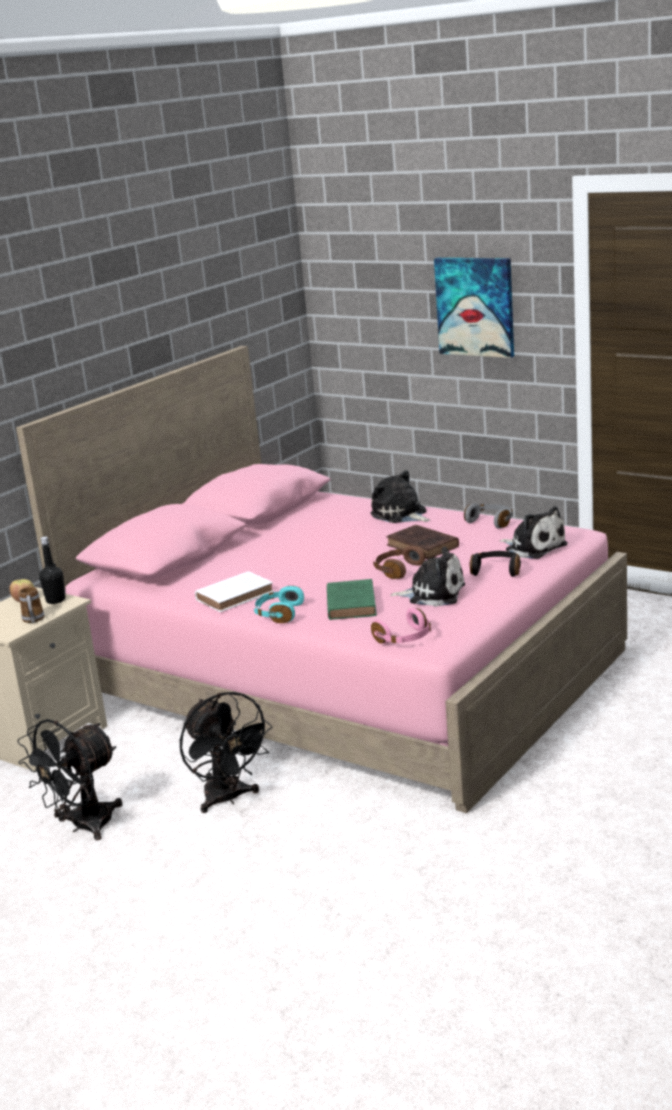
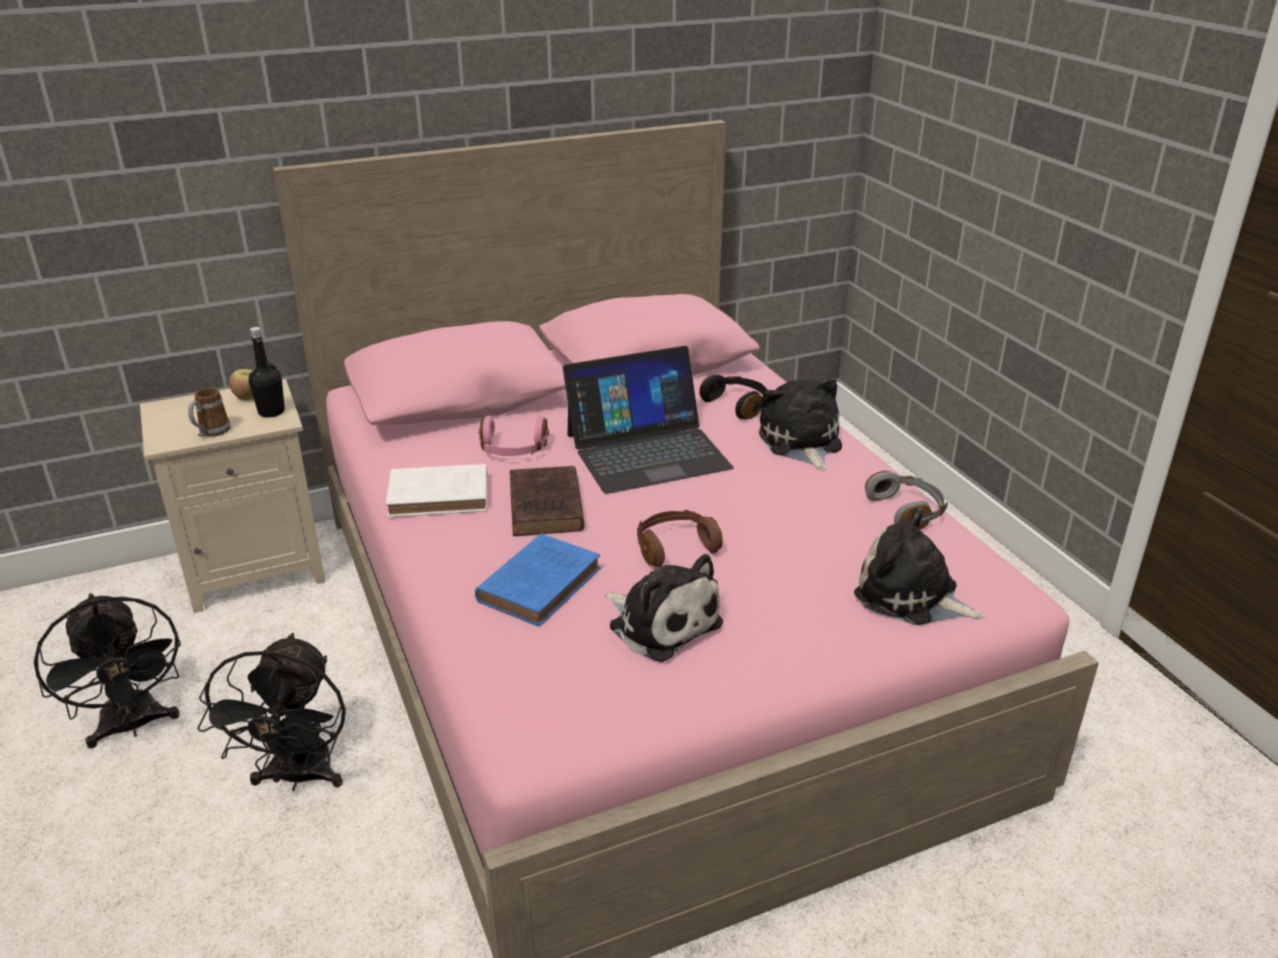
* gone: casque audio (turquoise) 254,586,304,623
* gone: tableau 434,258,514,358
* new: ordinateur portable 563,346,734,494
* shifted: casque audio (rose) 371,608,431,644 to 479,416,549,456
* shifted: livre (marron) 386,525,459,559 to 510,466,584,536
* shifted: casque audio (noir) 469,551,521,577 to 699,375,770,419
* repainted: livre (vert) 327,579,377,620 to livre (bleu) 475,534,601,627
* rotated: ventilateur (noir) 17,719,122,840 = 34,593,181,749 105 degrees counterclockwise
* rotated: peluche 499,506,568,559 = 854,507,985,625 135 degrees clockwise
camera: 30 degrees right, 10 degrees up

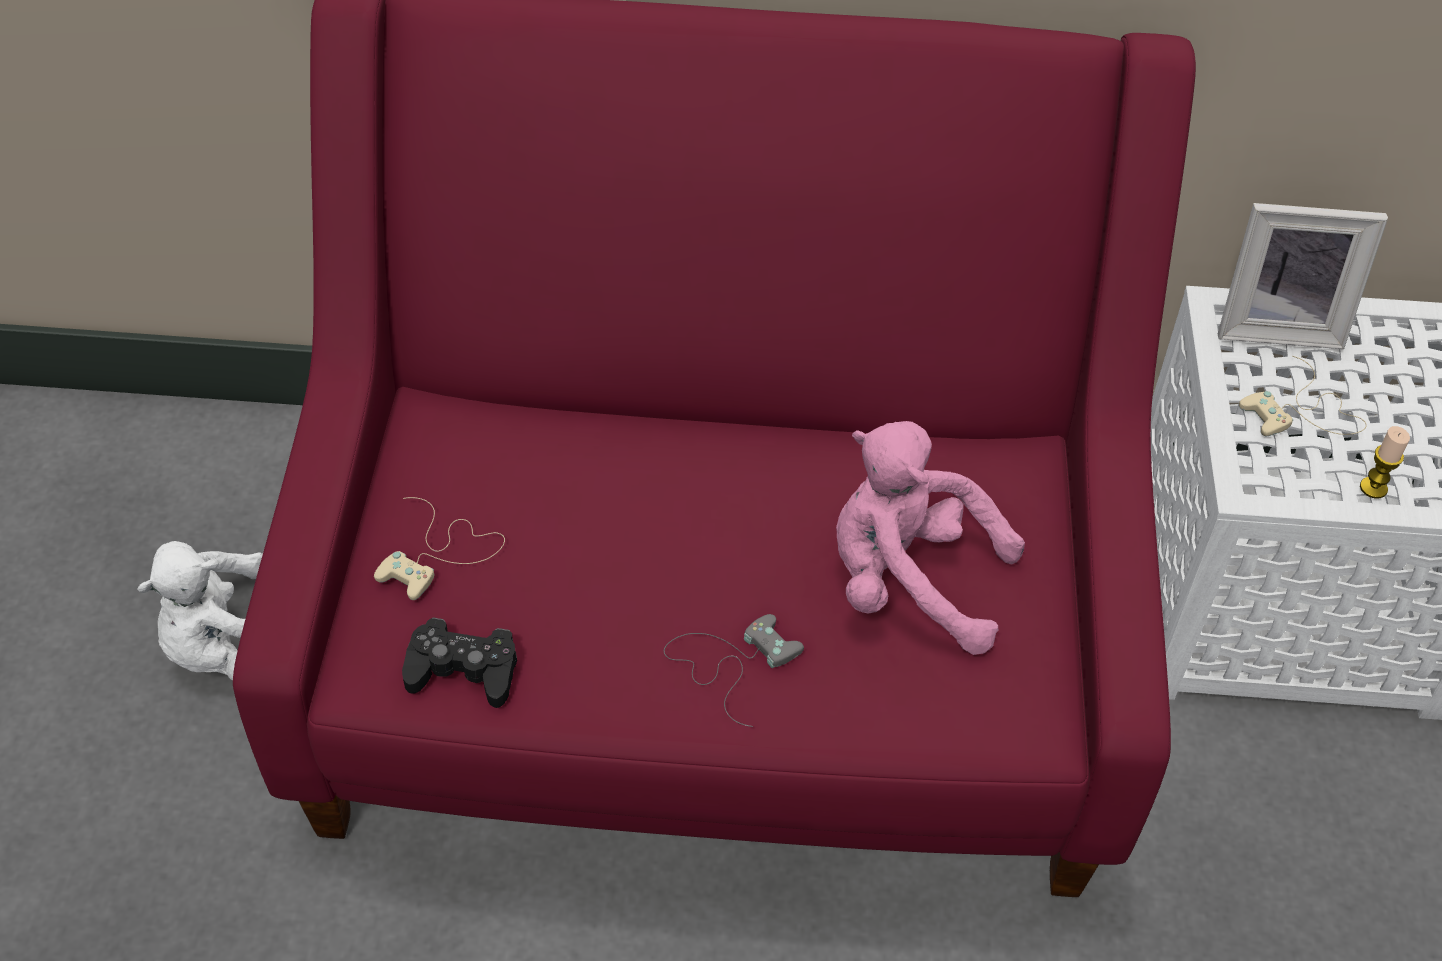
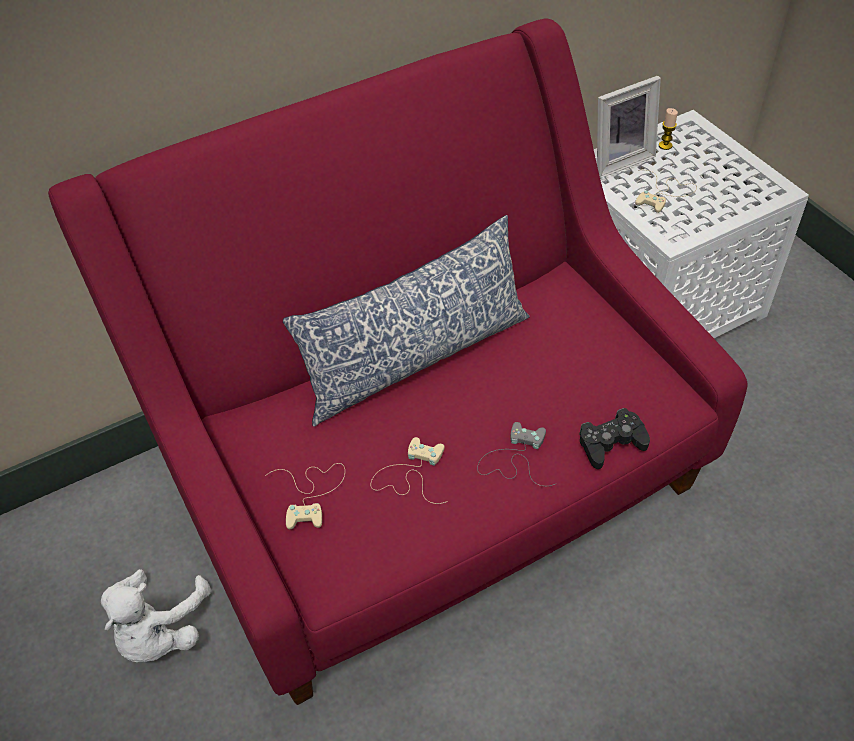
* gone: peluche (rose) 836,421,1025,655
* new: coussin 283,215,530,427
* new: manette (beige) 371,437,448,504
* shifted: manette (noir) 402,618,517,708 to 579,408,650,469
* shifted: bougie 1360,426,1410,499 to 659,108,678,150
camera: 30 degrees left, 0 degrees up

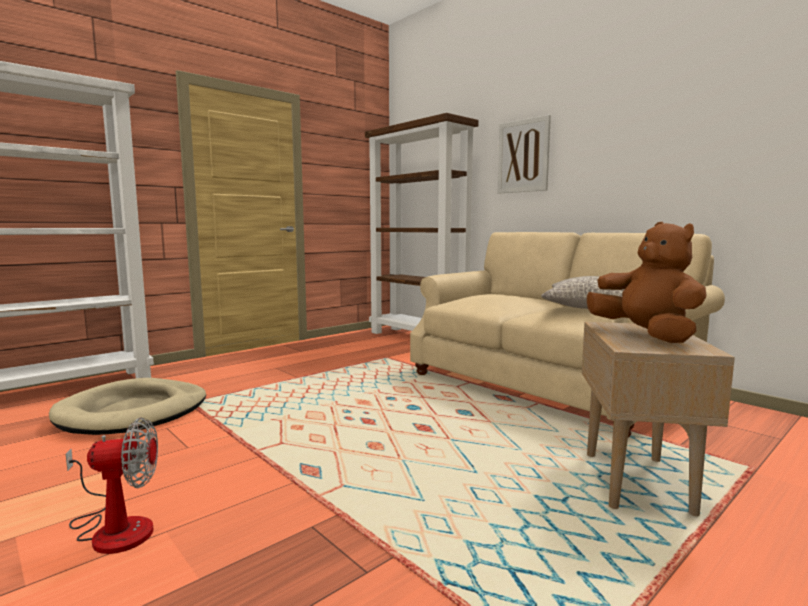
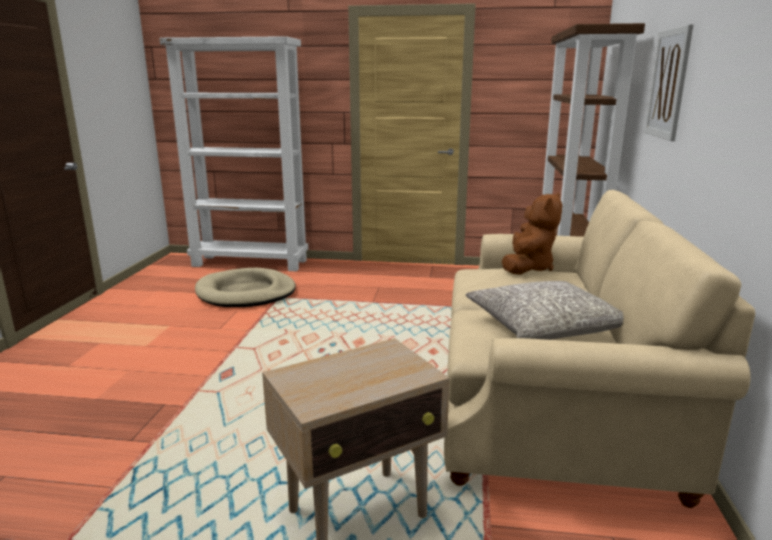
* gone: ventilateur 66,418,158,554
* shifted: peluche (marron) 587,222,707,343 to 502,192,562,275
camera: 50 degrees right, 10 degrees up

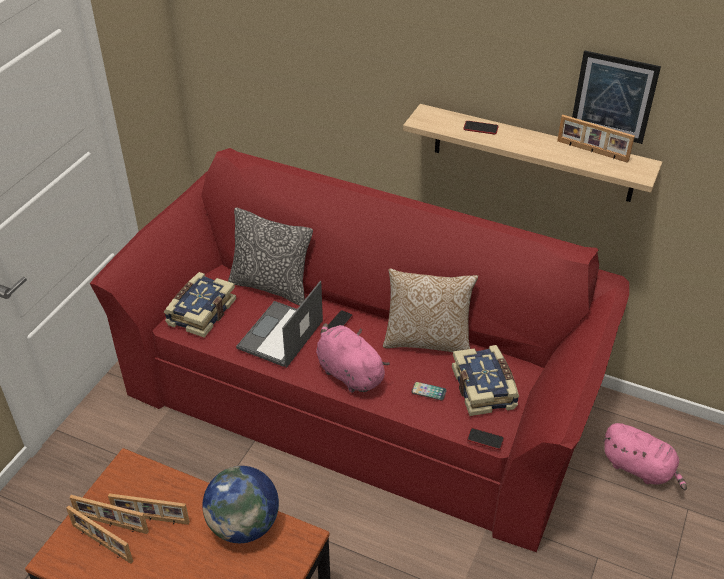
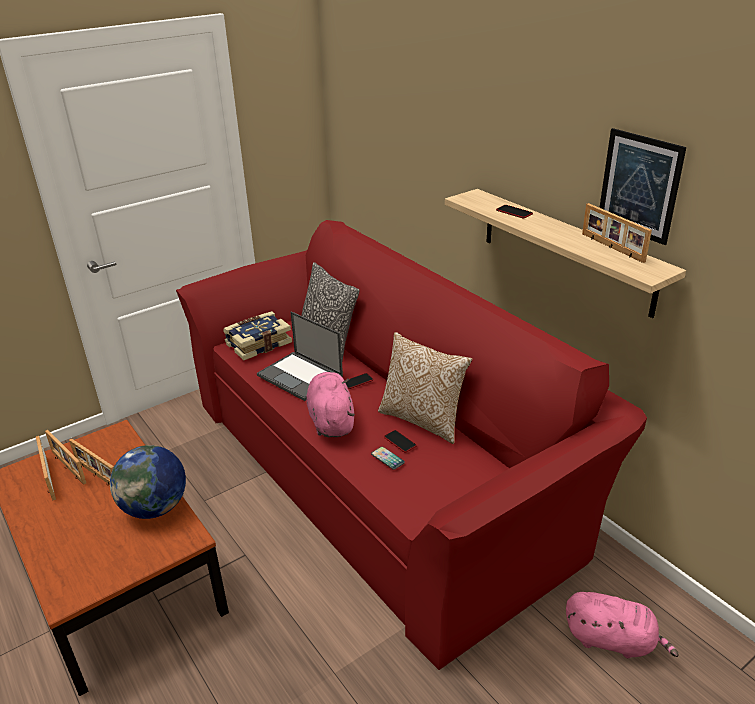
* gone: livre 452,345,519,416
* shifted: téléphone 467,428,504,450 to 384,430,417,453
* rotated: ordinateur portable 236,281,323,368 = 257,311,343,401 105 degrees counterclockwise
* rotated: peluche (rose) 603,423,687,490 = 566,592,679,659 45 degrees counterclockwise
camera: 30 degrees right, 10 degrees down

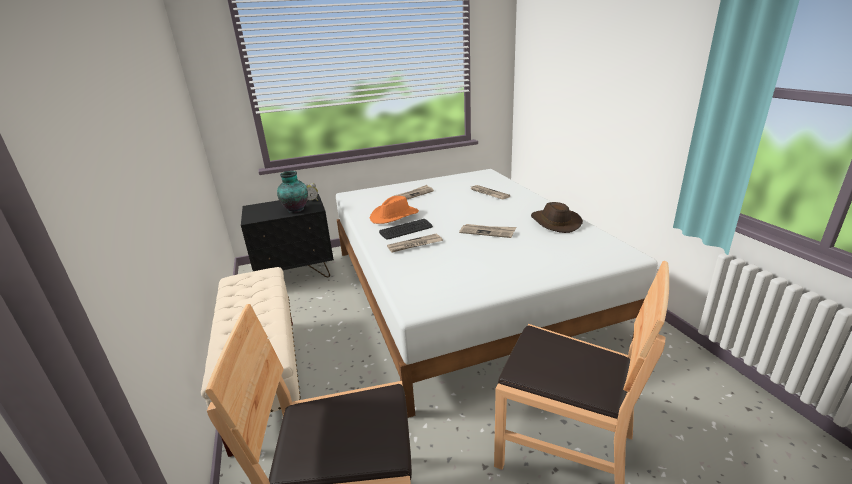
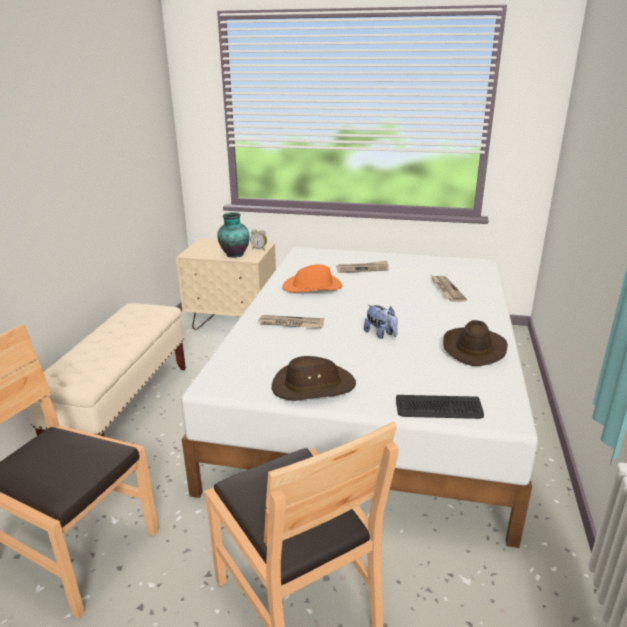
* new: chapeau (marron) 272,356,356,401
* shifted: clavier 379,219,433,239 to 396,395,484,419
* swapped: journal 459,224,516,238 to peluche 364,305,398,339
* repainted: table de chevet (noir) 241,194,334,277 to table de chevet (beige) 176,239,276,330
camera: 30 degrees right, 0 degrees up

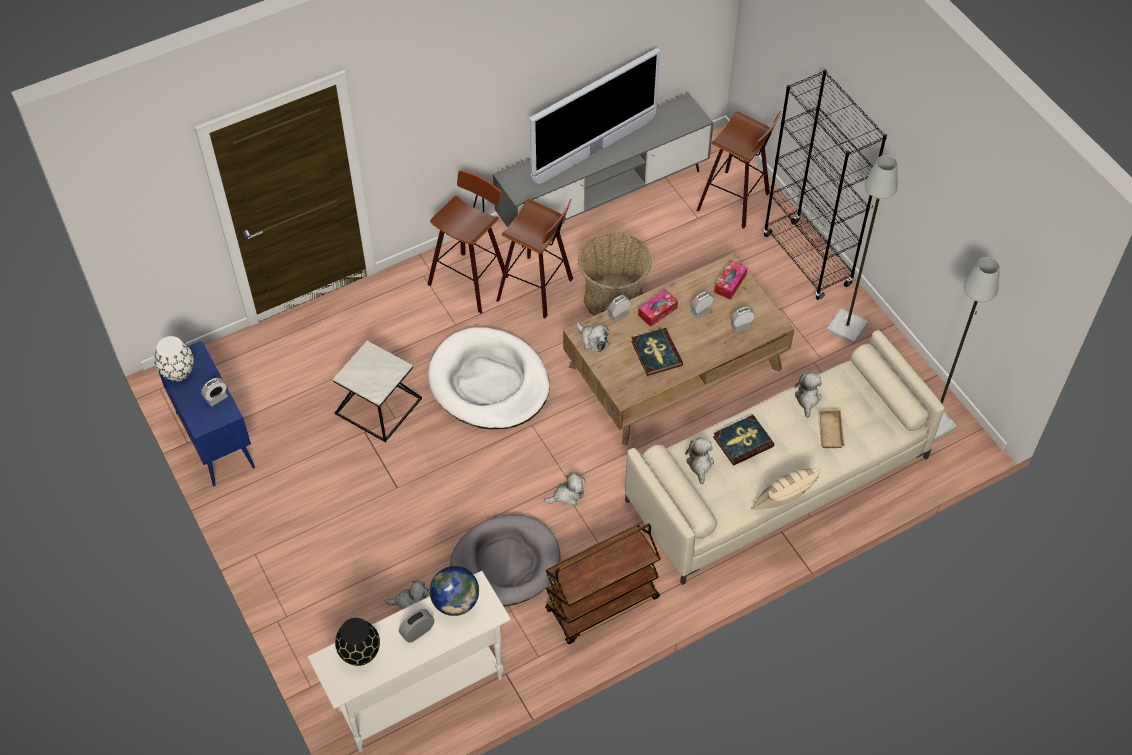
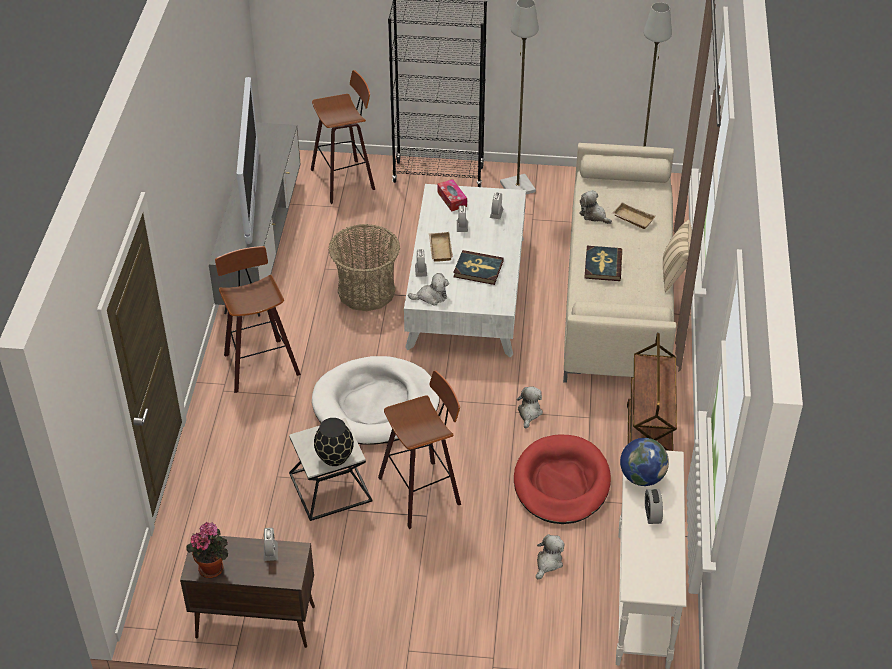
* gone: peluche 685,437,714,484
* shifted: vase (noir) 335,618,380,666 to 314,418,354,466
* shifted: tabouret 496,199,573,319 to 378,370,461,529
* swapped: vase (blanc) 154,336,194,382 to plante en pot 187,522,228,578
* swapped: boîte à mouchoirs 638,290,678,327 to plateau (beige) 429,232,453,262
* repainted: meuble de rangement (bleu) 159,341,255,486 to meuble de rangement (marron) 180,534,315,648
* repainted: panier pour chien (gris) 450,514,560,606 to panier pour chien (rouge) 514,435,611,524
* repainted: table basse (marron) 563,254,794,445 to table basse (blanc) 404,184,526,357
camera: 55 degrees left, 10 degrees down

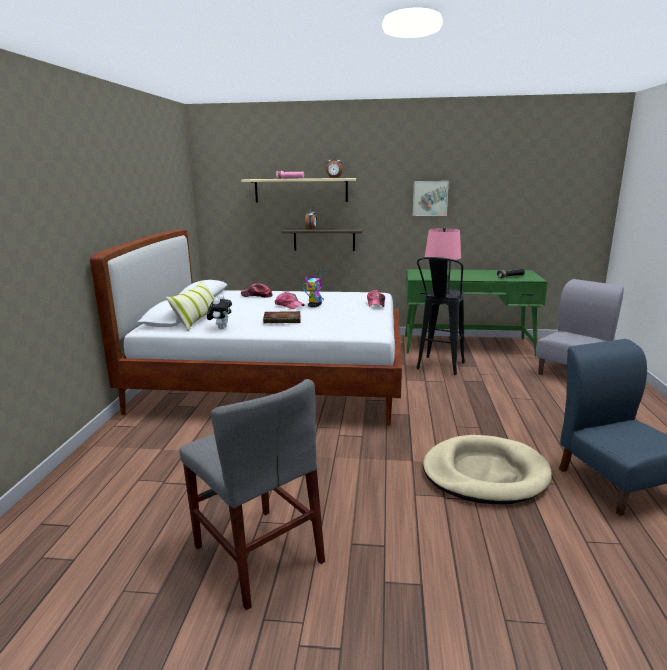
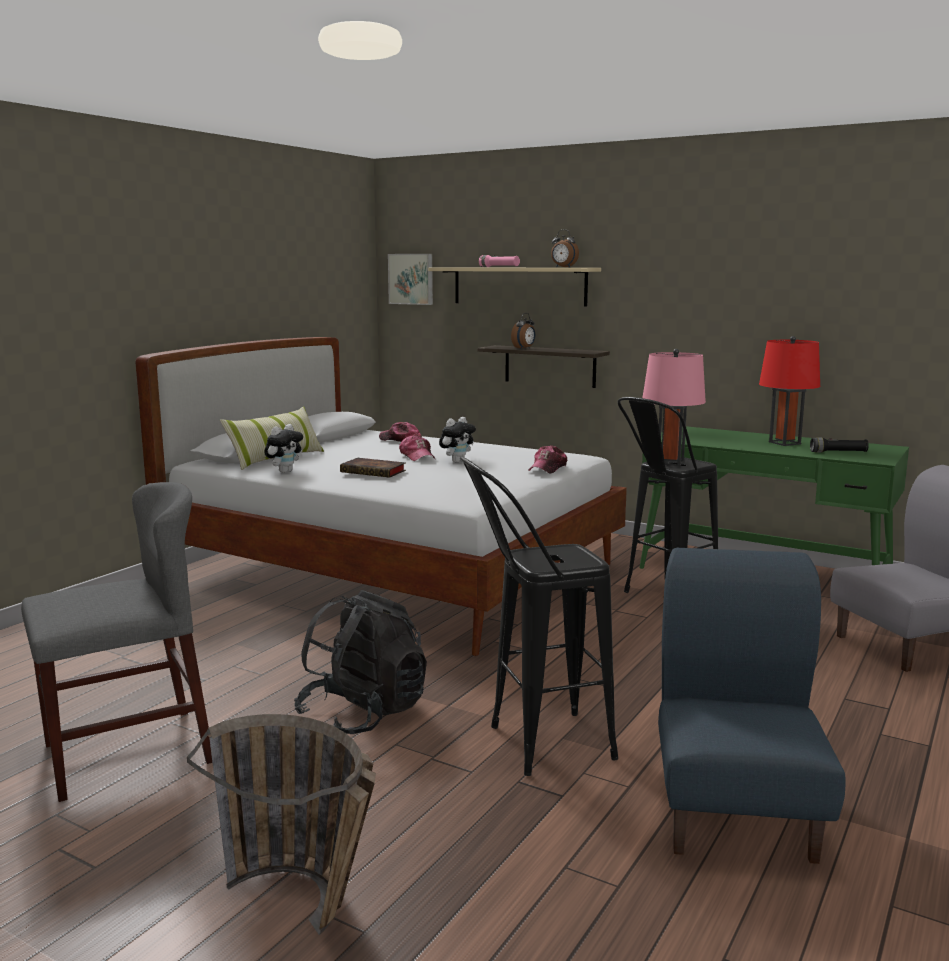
* new: panier 187,714,376,935
* new: sac à dos (noir) 294,590,427,734
* new: lampe de table (rouge) 759,336,820,446
* shifted: tableau 413,181,449,216 to 388,254,433,305
* swapped: robot jouet 303,270,326,307 to peluche 439,417,476,463
* swapped: panier pour chien (beige) 423,435,552,504 to tabouret (noir) 460,456,618,776
* rotated: chaise (gris) 179,379,325,610 = 21,482,212,802 105 degrees counterclockwise
camera: 25 degrees right, 5 degrees down

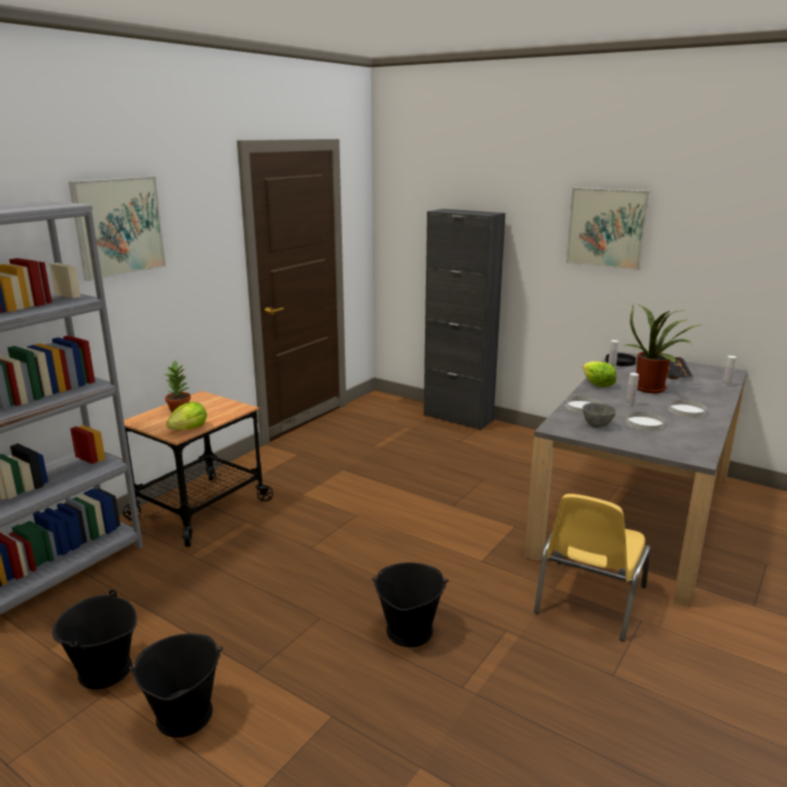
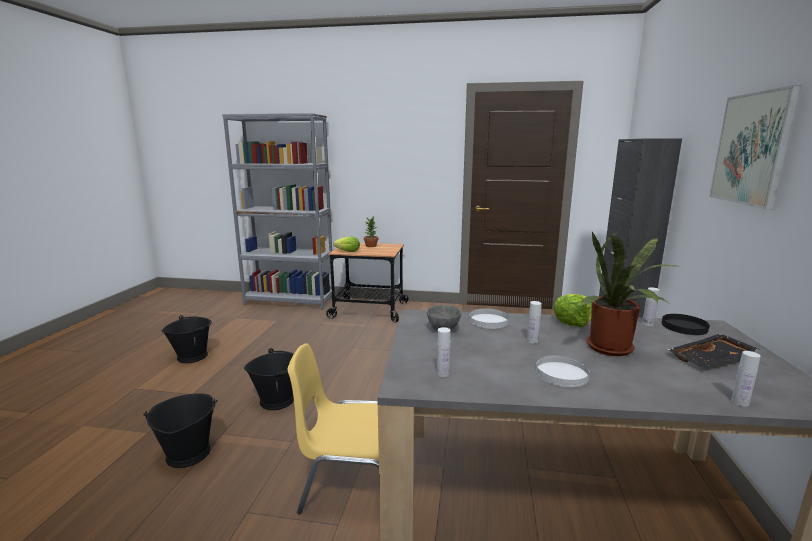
* gone: tableau 69,176,166,281
* gone: assiette (blanc) 626,411,665,431
* new: bouteille (blanc) 436,327,451,377
* shifted: seau (noir) 52,590,137,689 to 143,393,218,468
camera: 65 degrees right, 5 degrees down

